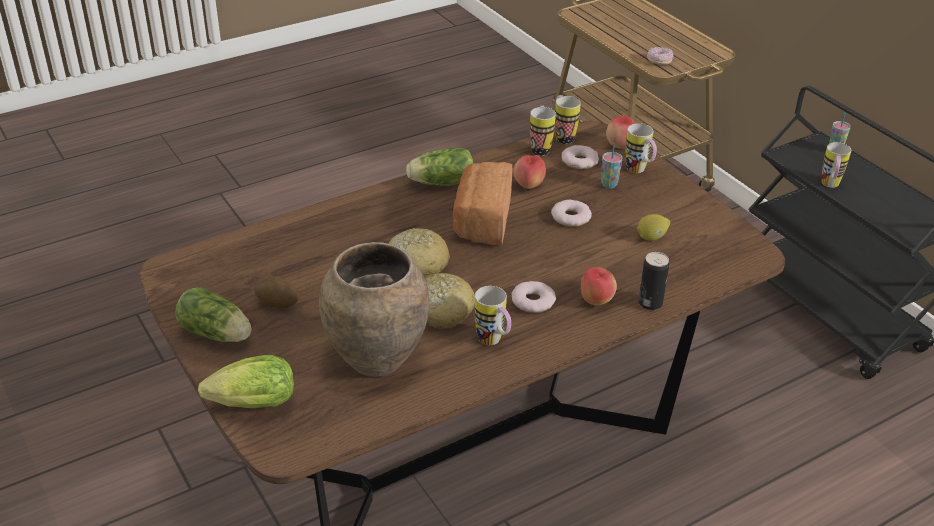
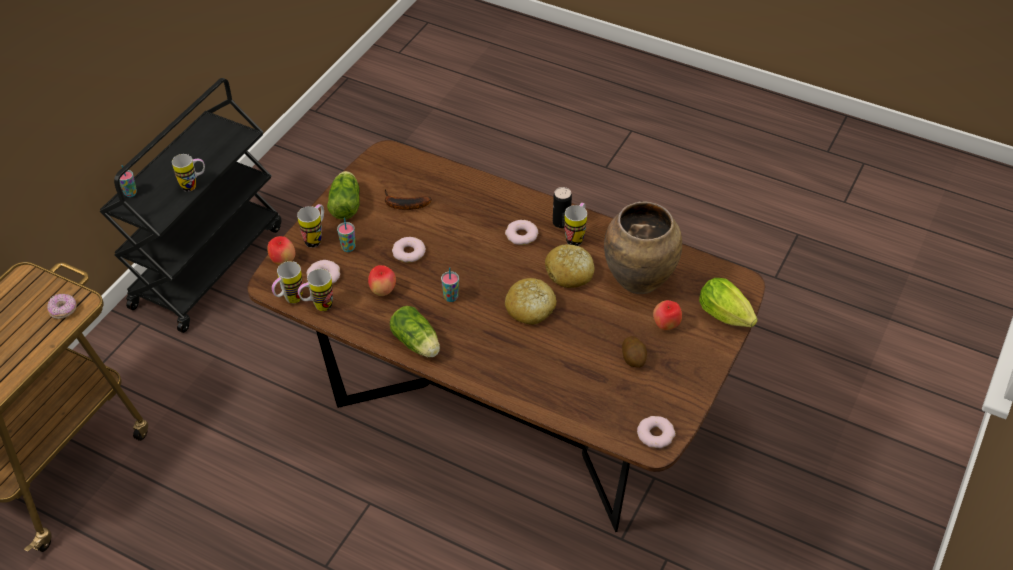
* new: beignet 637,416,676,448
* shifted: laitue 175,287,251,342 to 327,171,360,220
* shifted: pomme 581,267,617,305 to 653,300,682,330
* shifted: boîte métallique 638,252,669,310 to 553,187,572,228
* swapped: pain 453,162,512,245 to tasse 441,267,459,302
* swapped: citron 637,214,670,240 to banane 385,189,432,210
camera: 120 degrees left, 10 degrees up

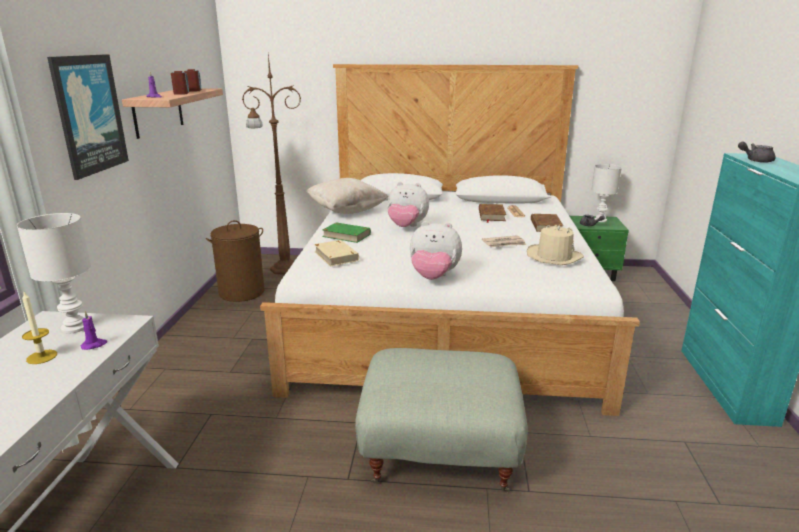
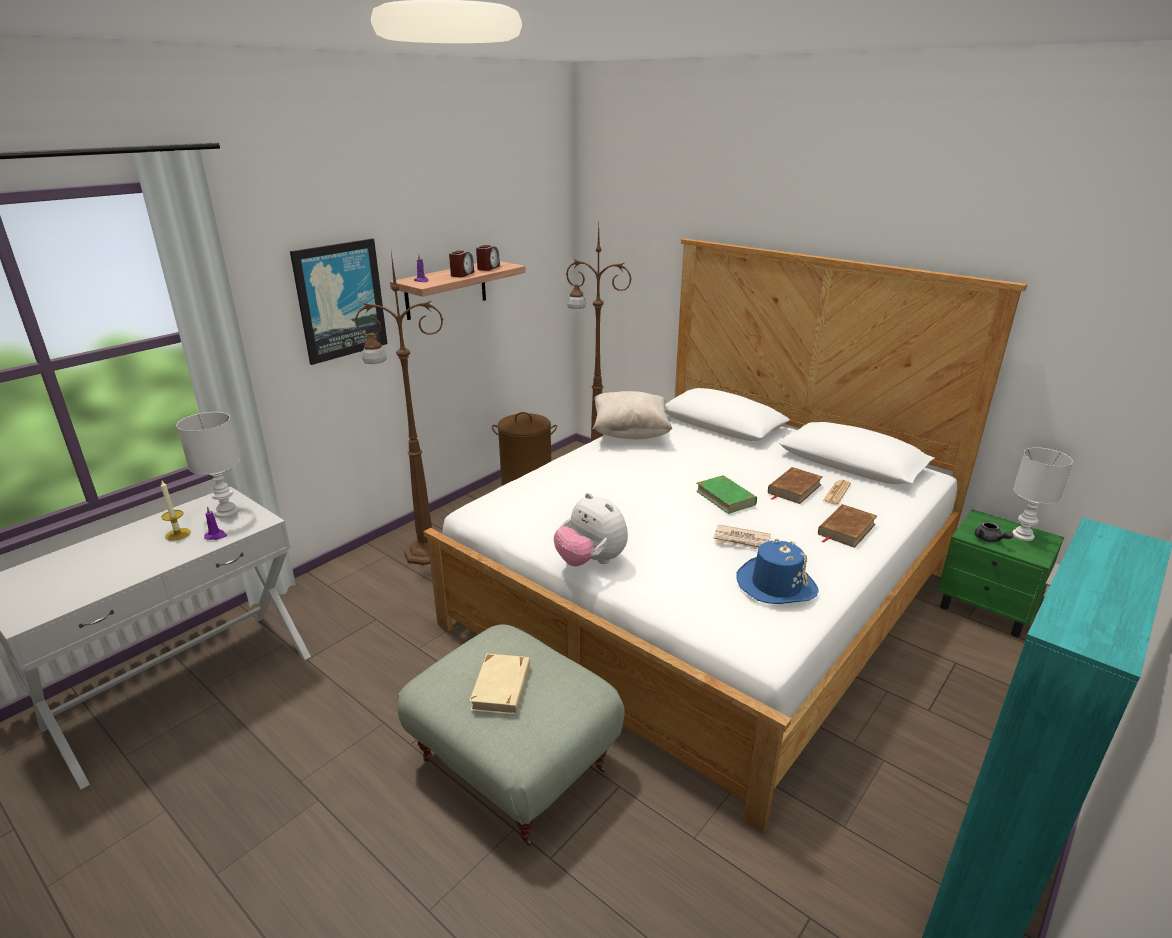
* gone: peluche 387,182,429,227
* gone: théière (gris) 738,142,776,163
* new: lampadaire (marron) 355,253,443,565
* shifted: livre (beige) 314,240,359,266 to 470,654,530,715
* shifted: livre (vert) 322,223,371,243 to 696,475,757,514
* repainted: chapeau (beige) 527,225,584,265 to chapeau (bleu) 736,539,819,604
camera: 35 degrees right, 5 degrees up

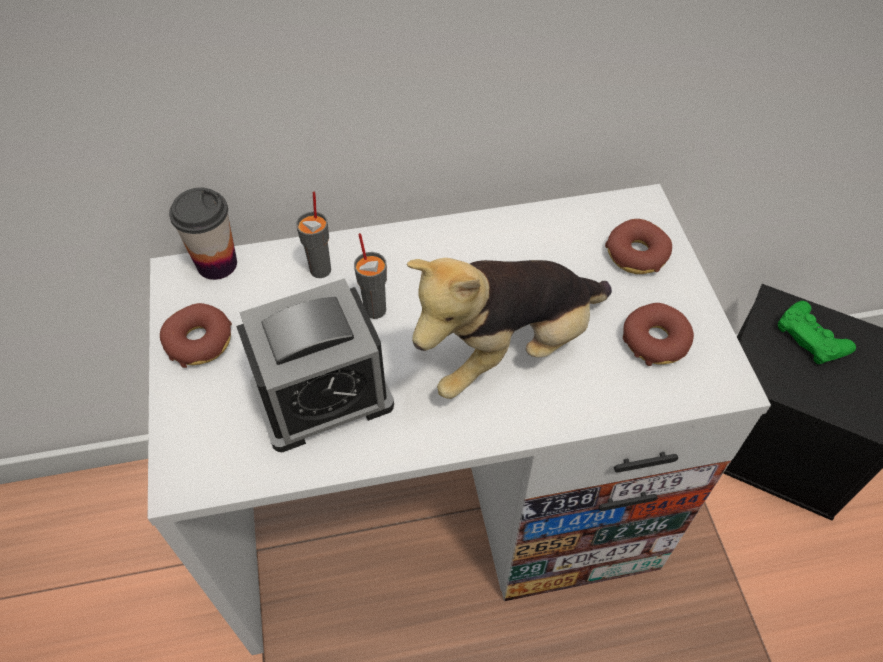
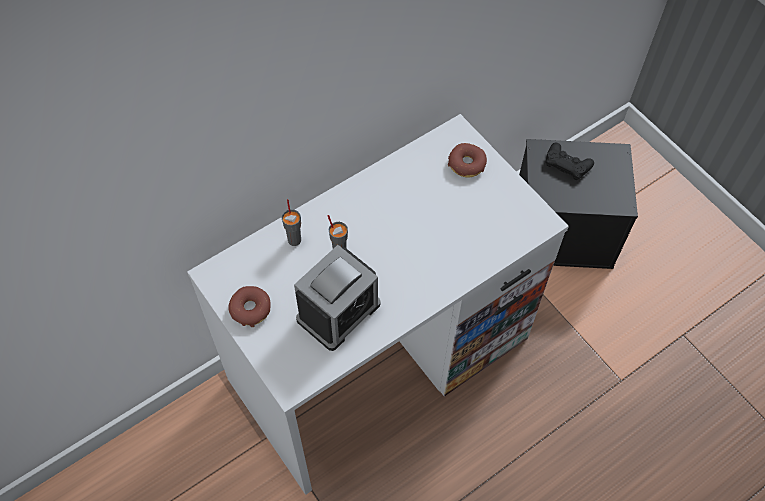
* gone: tasse 169,188,237,280
* gone: peluche 407,258,612,399
* gone: beignet 623,303,694,366
* repainted: manette (vert) 778,301,856,364 to manette (noir) 546,143,594,180
camera: 25 degrees left, 5 degrees up

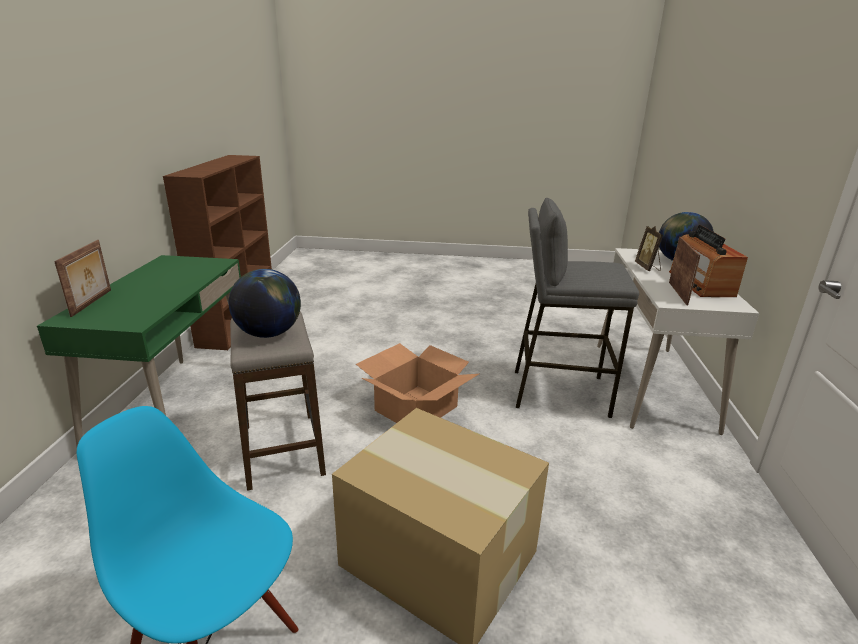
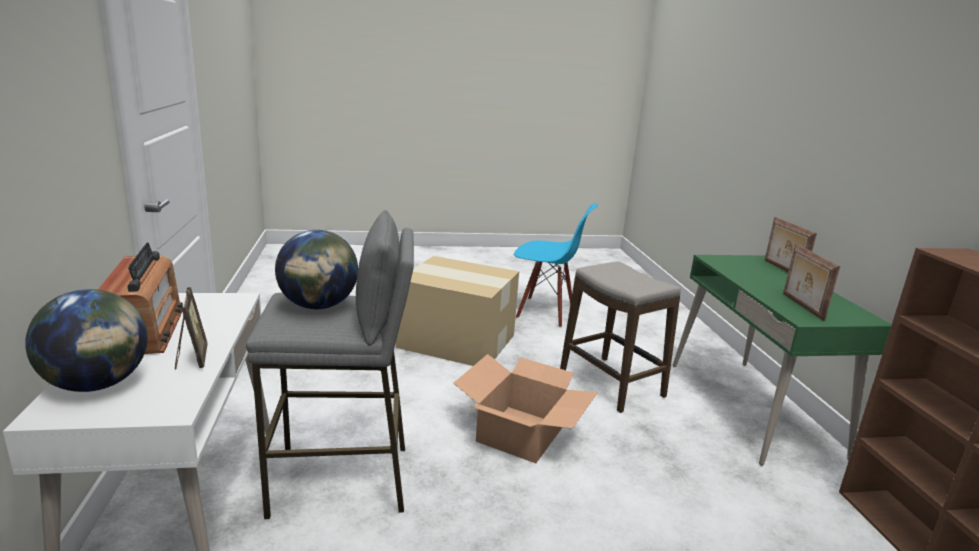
* shifted: globe 229,269,301,338 to 275,230,358,309
* shifted: cadre photo 669,237,700,305 to 783,244,840,321
camera: 165 degrees right, 5 degrees down

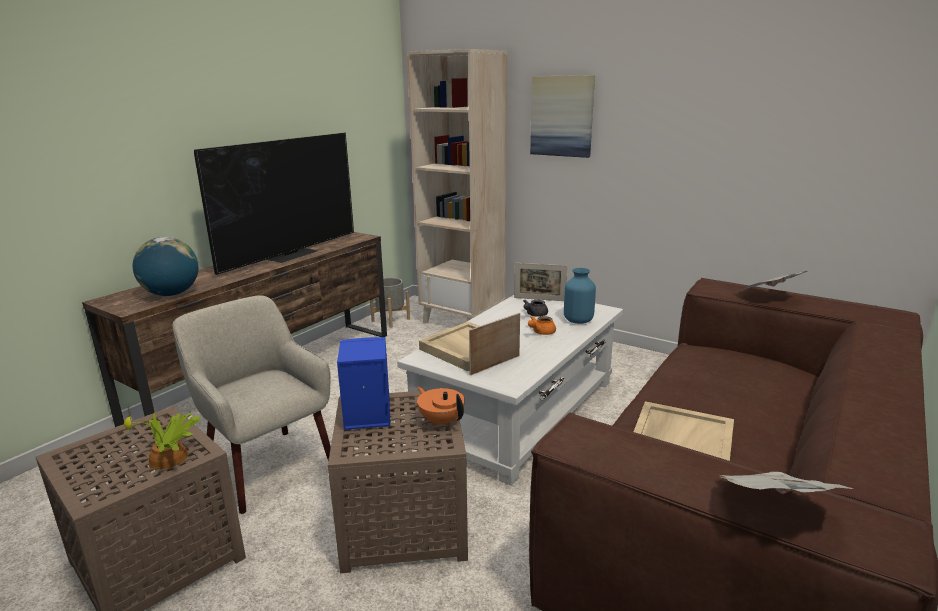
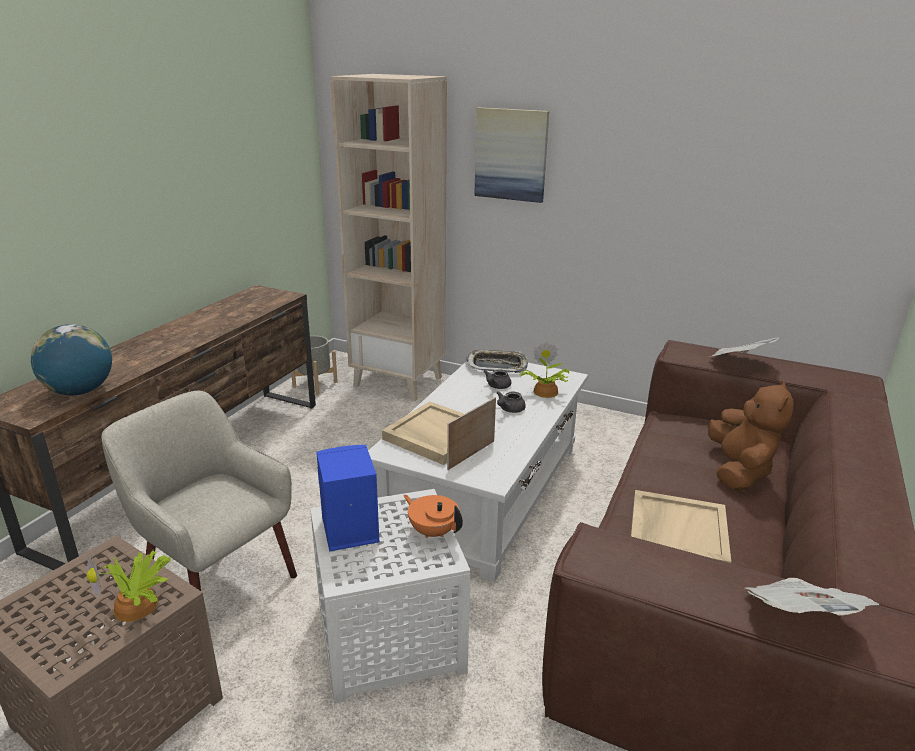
* gone: téléviseur 194,133,354,275
* new: peluche (marron) 708,381,794,491
* swapped: cadre photo 514,263,567,301 to plateau 466,350,528,373
* swapped: vase (bleu) 564,268,596,324 to plante en pot 520,342,569,398
* repainted: table d'appoint (marron) 328,389,468,574 to table d'appoint (blanc) 310,489,470,704
* repainted: théière (orange) 528,315,556,335 to théière (gris) 496,391,526,413
camera: 10 degrees left, 5 degrees up

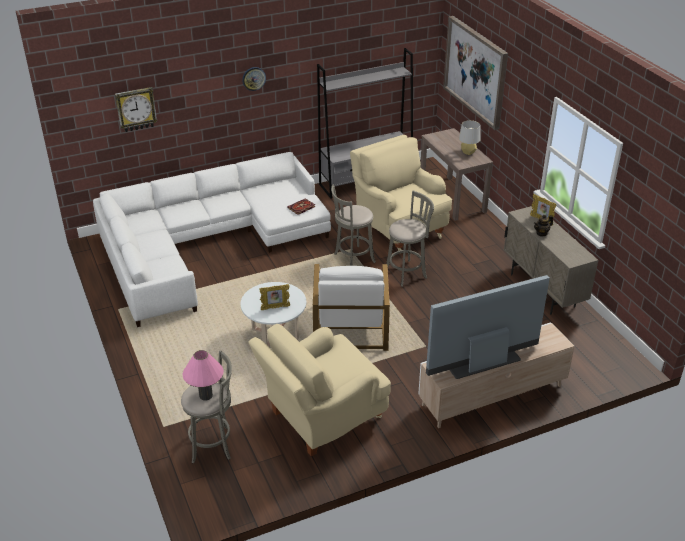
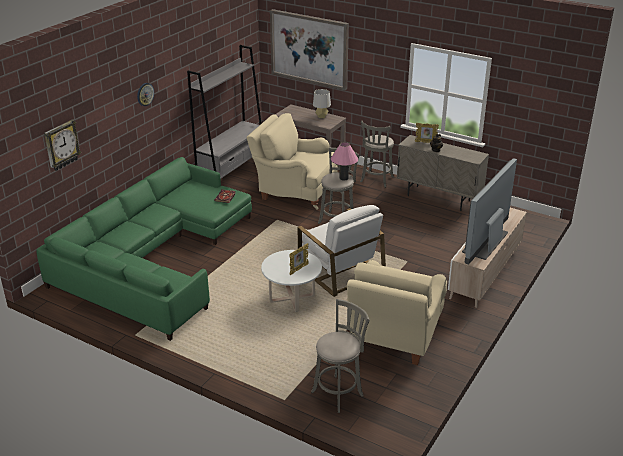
* shifted: lampe de table (rose) 182,350,224,401 to 331,142,358,180
* shifted: tabouret (gris) 331,185,376,266 to 360,121,394,188
* repainted: canapé (blanc) 93,152,331,327 to canapé (vert) 36,157,252,341
camera: 35 degrees left, 5 degrees down

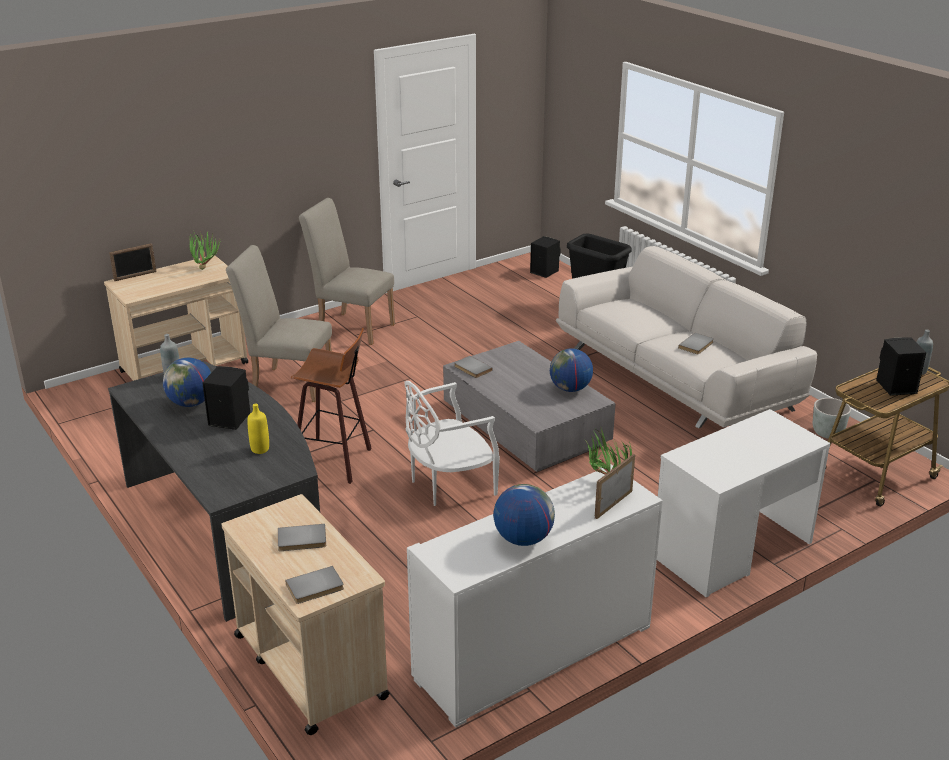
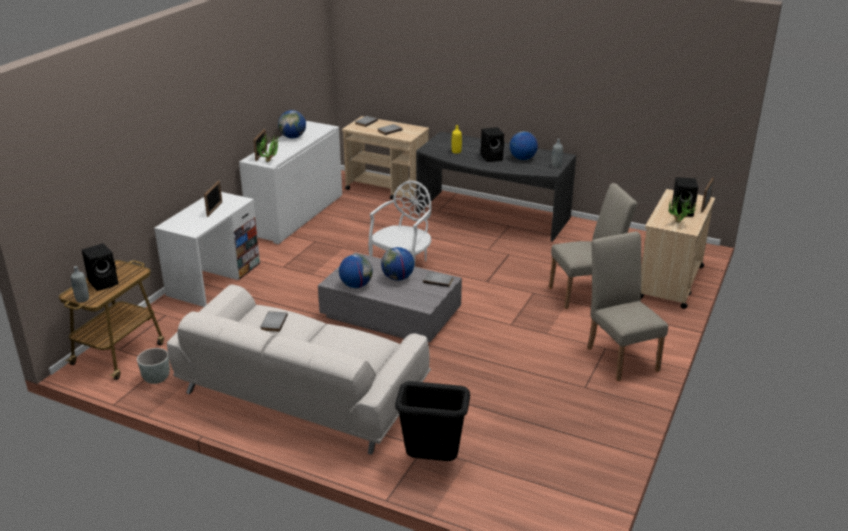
* gone: tabouret 291,328,371,484
* new: cadre photo 204,181,222,217
* new: globe 381,247,414,281
* shifted: enceinte (noir) 530,236,561,278 to 672,177,698,217
* rotated: chaise (beige) 299,198,395,345 = 587,231,668,381 105 degrees counterclockwise
camera: 150 degrees right, 0 degrees up

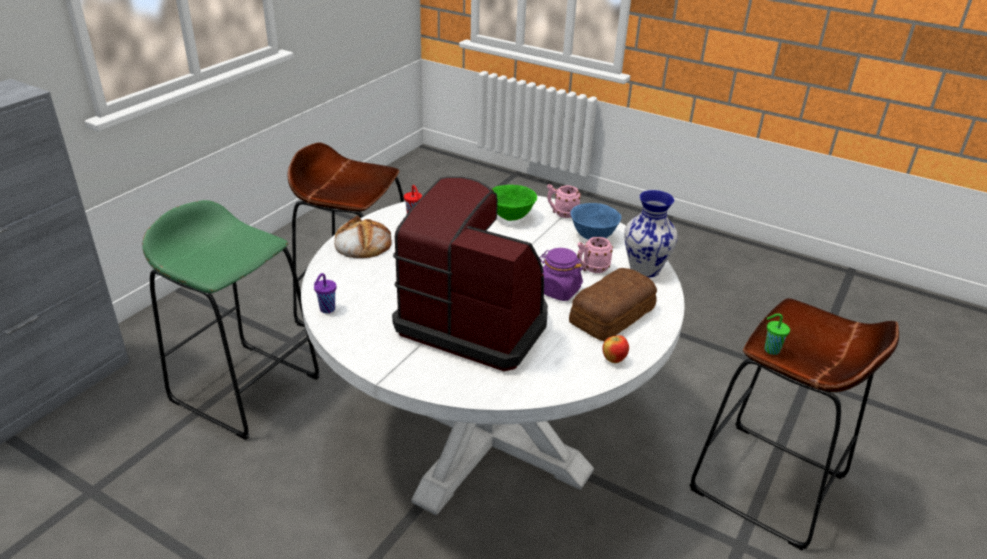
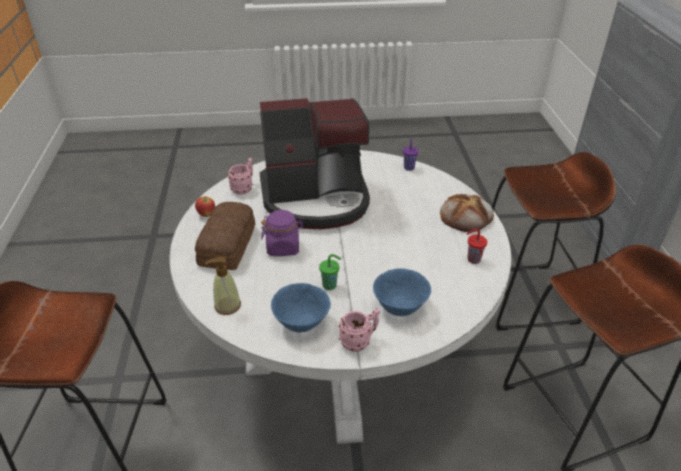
* shifted: mug (rose) 577,237,613,273 to 228,158,253,195
* shifted: tasse (vert) 764,313,790,355 to 319,254,341,290
* swapped: vase 624,190,678,278 to distributeur de savon 205,257,241,315
* repainted: tabouret (vert) 142,200,320,440 to tabouret (marron) 492,152,616,331
* repainted: bol (vert) 492,185,537,221 to bol (bleu) 373,268,431,316
camera: 145 degrees right, 5 degrees up

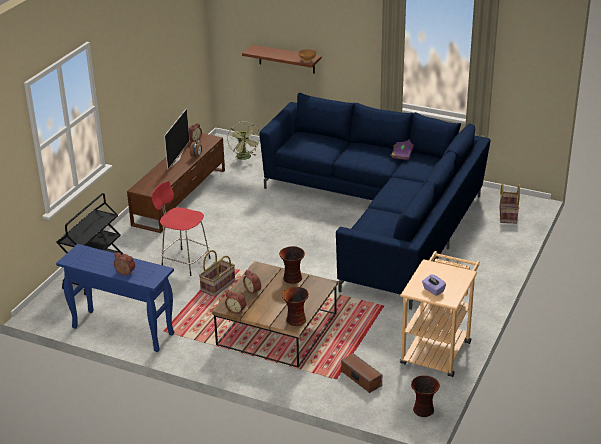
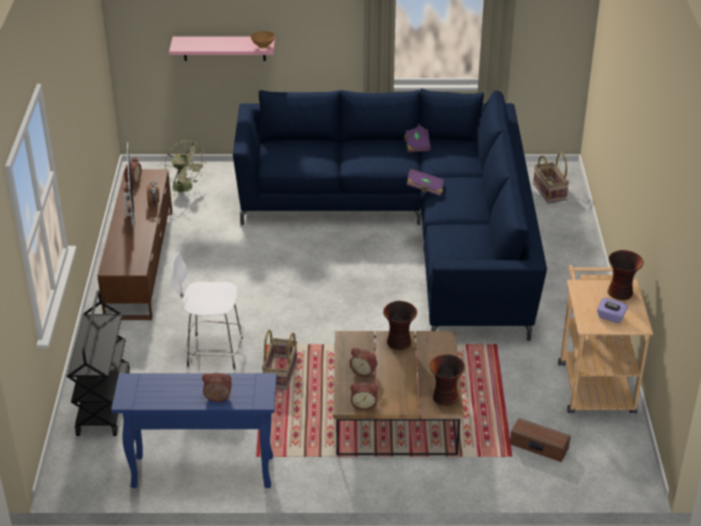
* new: livre (violet) 407,168,444,196
* shifted: vase 411,375,440,417 to 608,250,644,300
* repainted: tabouret (rouge) 152,181,210,276 to tabouret (blanc) 171,252,243,370
* repainted: étagère (marron) 242,45,322,74 to étagère (rose) 169,37,275,61
camera: 25 degrees left, 5 degrees up

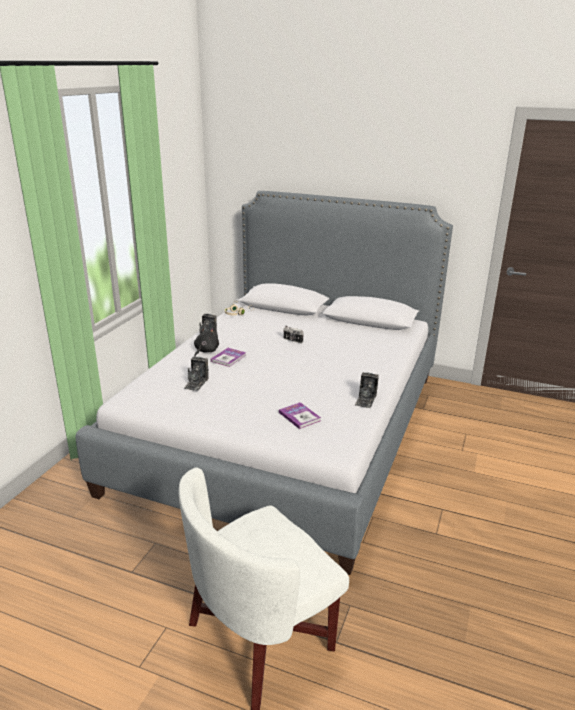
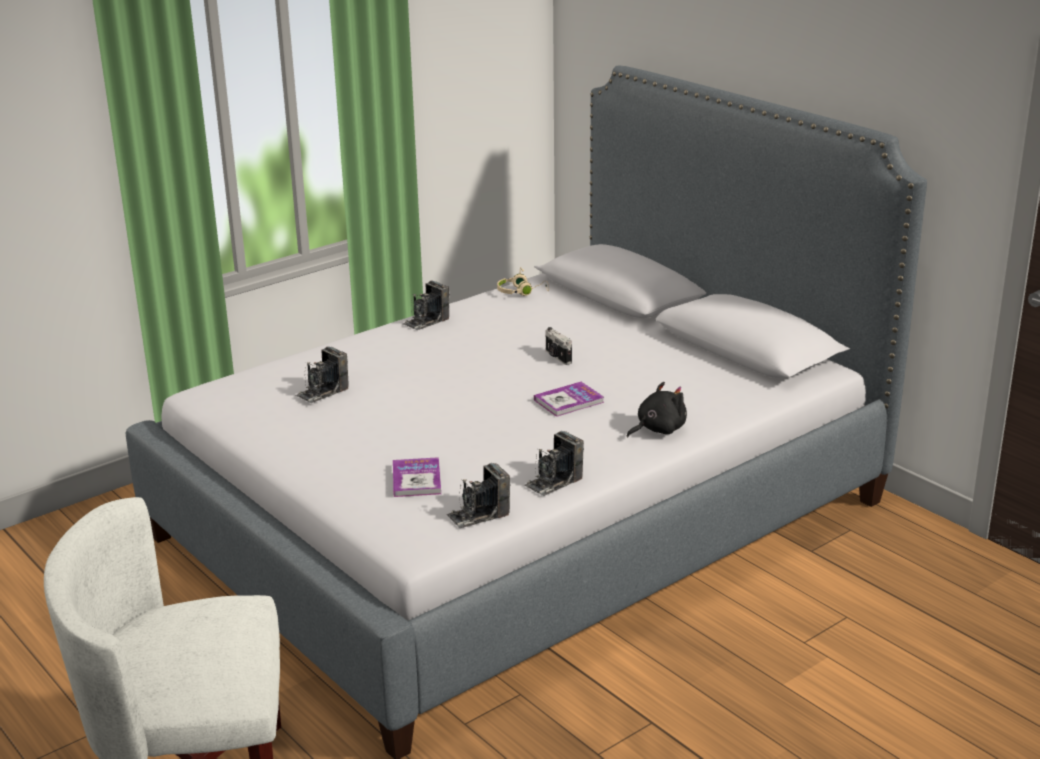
* new: appareil photo 446,463,510,528
* shifted: peluche (noir) 194,327,219,357 to 627,382,687,438
* shifted: livre 211,348,246,367 to 534,382,604,417
camera: 30 degrees right, 0 degrees up

